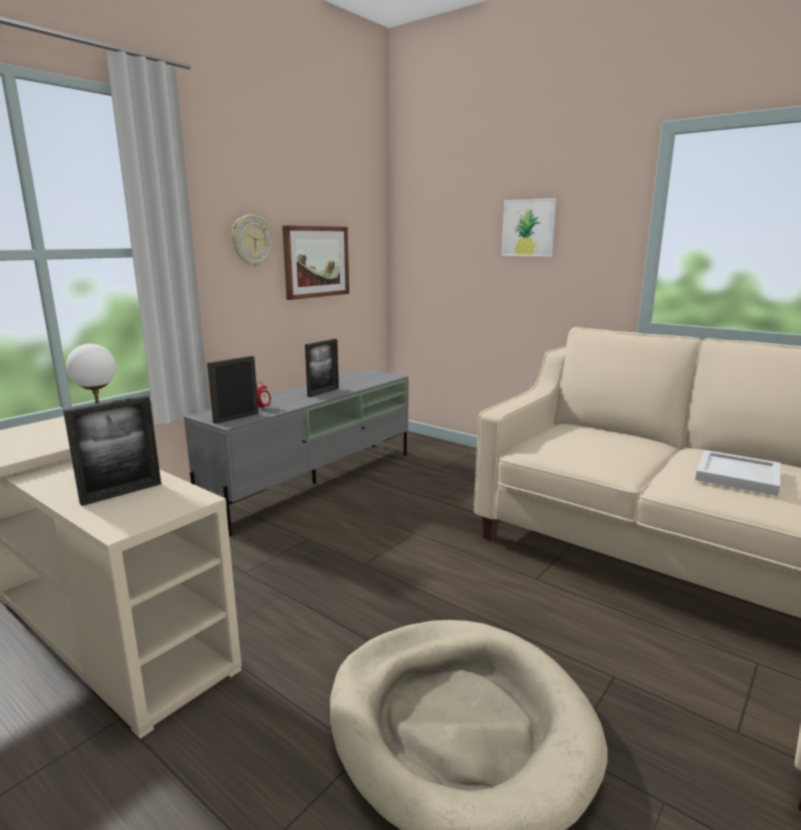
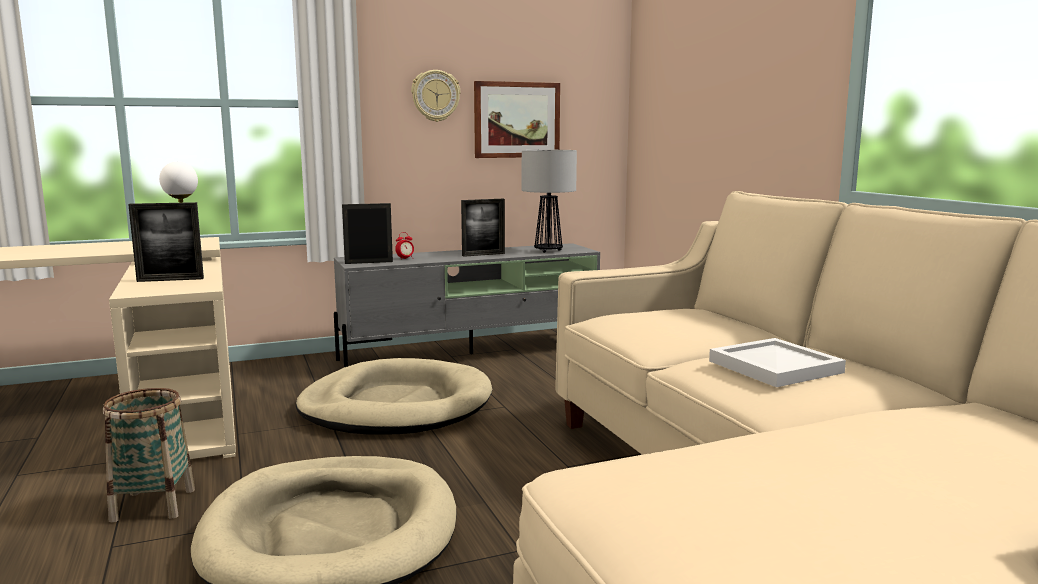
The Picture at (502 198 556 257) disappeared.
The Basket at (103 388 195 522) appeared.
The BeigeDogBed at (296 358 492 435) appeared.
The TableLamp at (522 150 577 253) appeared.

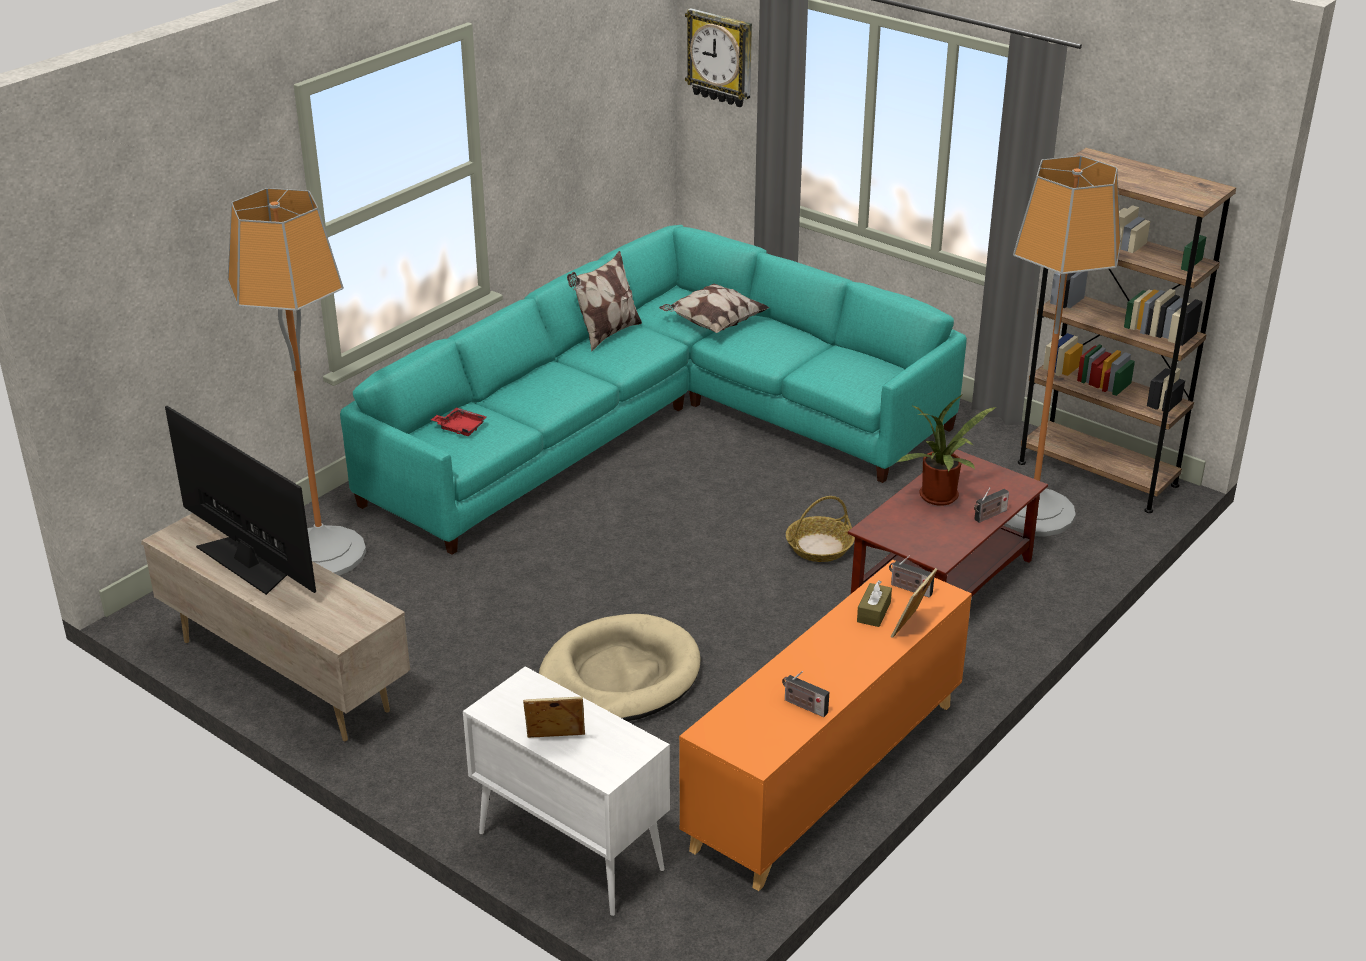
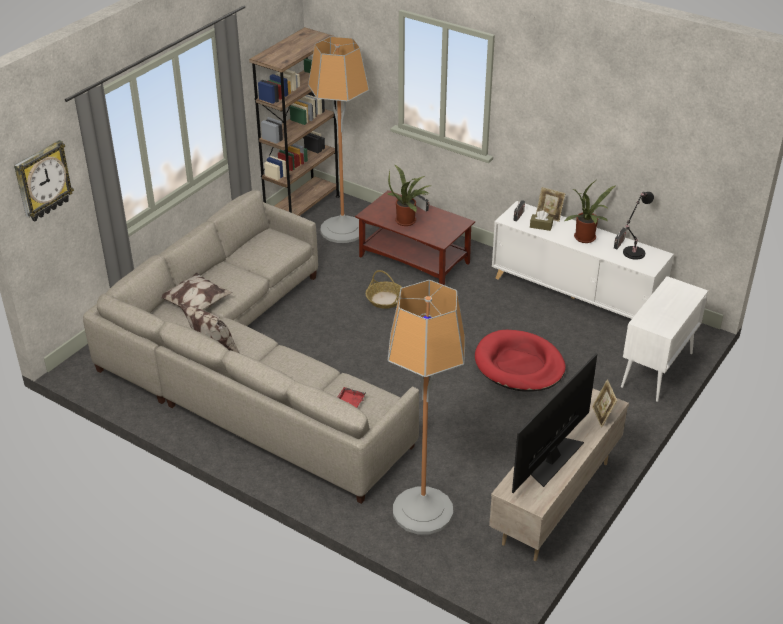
The PottedPlant at (565 181 616 243) appeared.
The BlackTableLamp at (623 192 654 260) appeared.
The PictureFrame moved from (523 697 585 738) to (592 380 617 428).
The TurquoiseSofa at (340 225 967 555) became the GreySofa at (83 190 419 504).
The BeigeDogBed at (539 614 701 721) became the RedDogBed at (475 330 566 392).
The OrangeCabinet at (679 560 972 891) became the WhiteCabinet at (492 201 674 319).

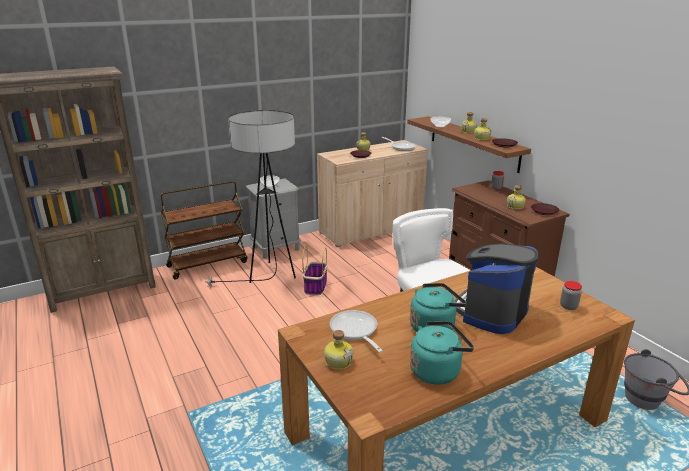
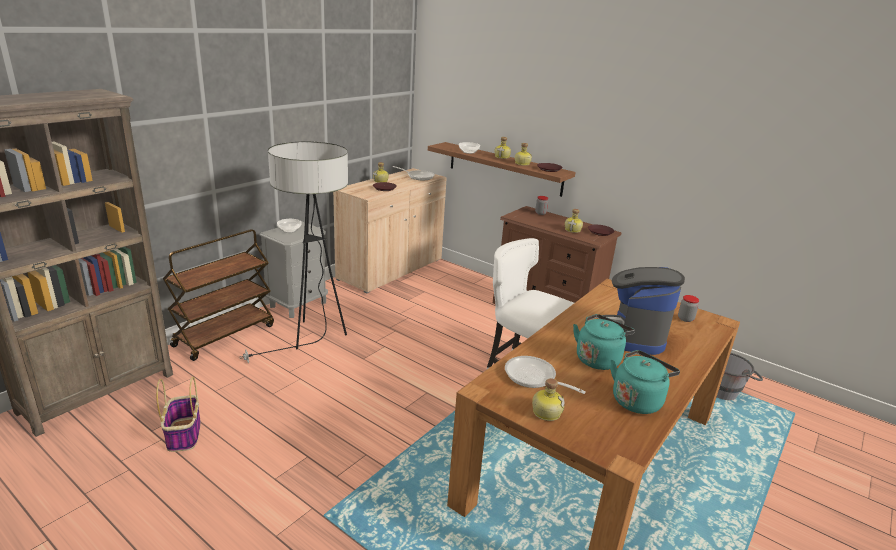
The Basket moved from (302 246 327 295) to (156 377 201 452).

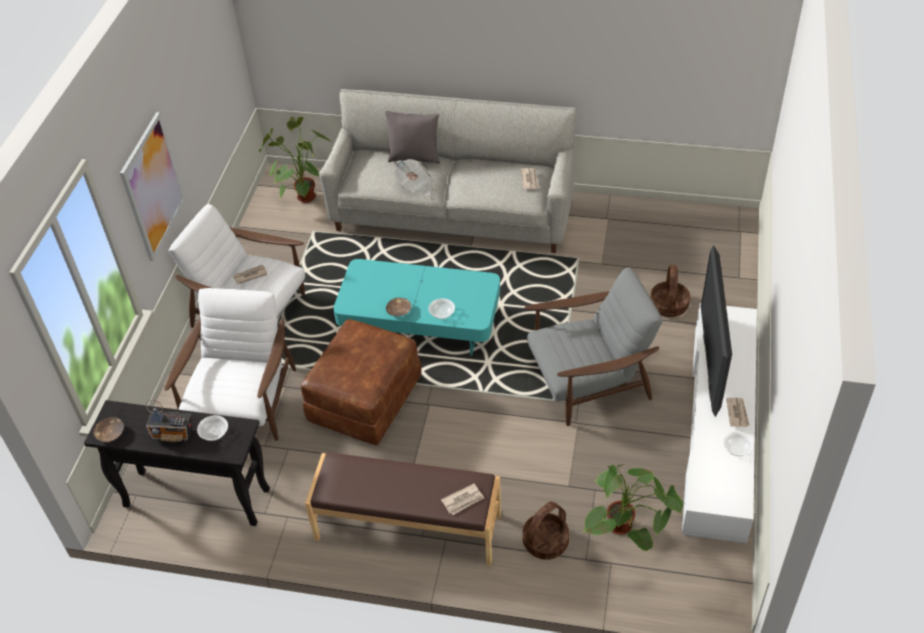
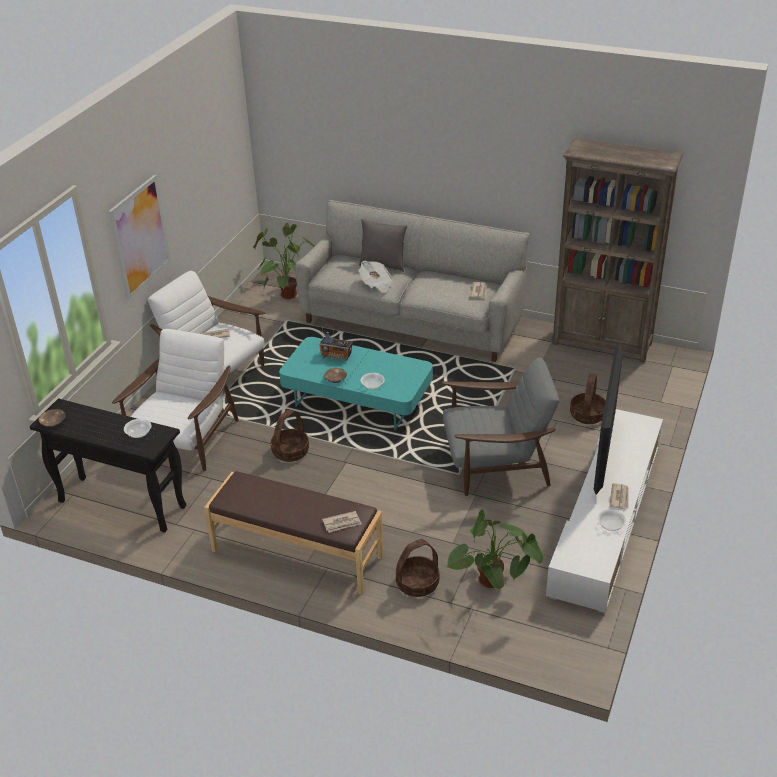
The BrownBookcase at (552 138 683 363) appeared.
The Radio moved from (146 400 192 442) to (319 324 353 361).
The BrownOttoman at (301 319 421 445) was replaced by the Basket at (271 410 309 462).

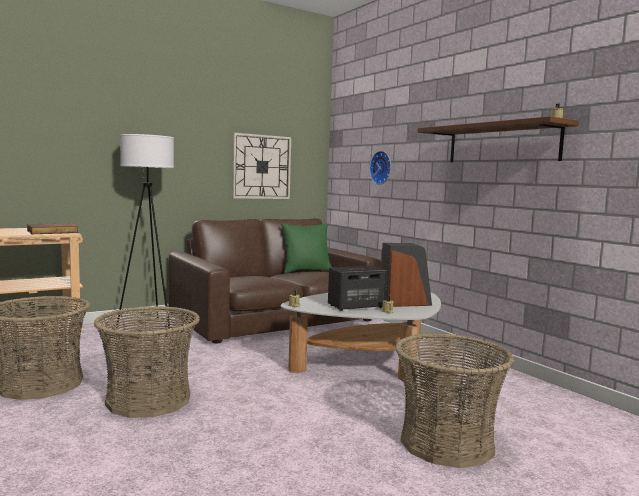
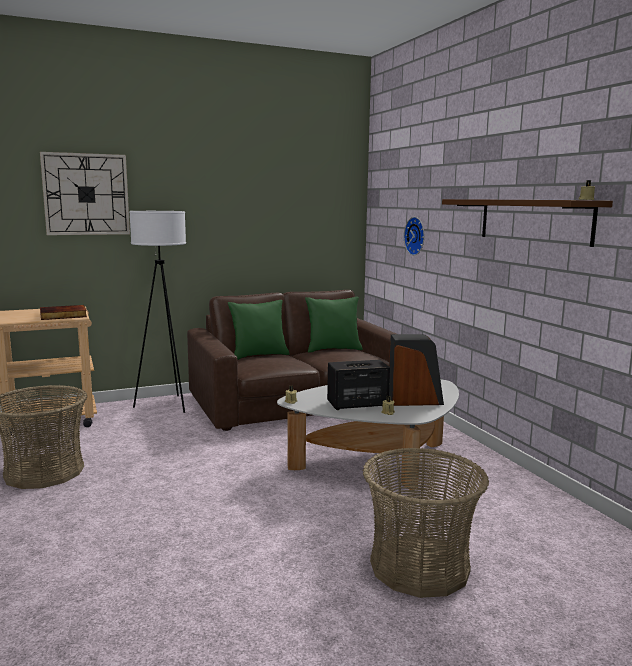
The Basket at (94 306 200 418) disappeared.
The GreenPillow at (228 300 289 360) appeared.
The WallClock moved from (232 133 291 199) to (40 152 130 235).

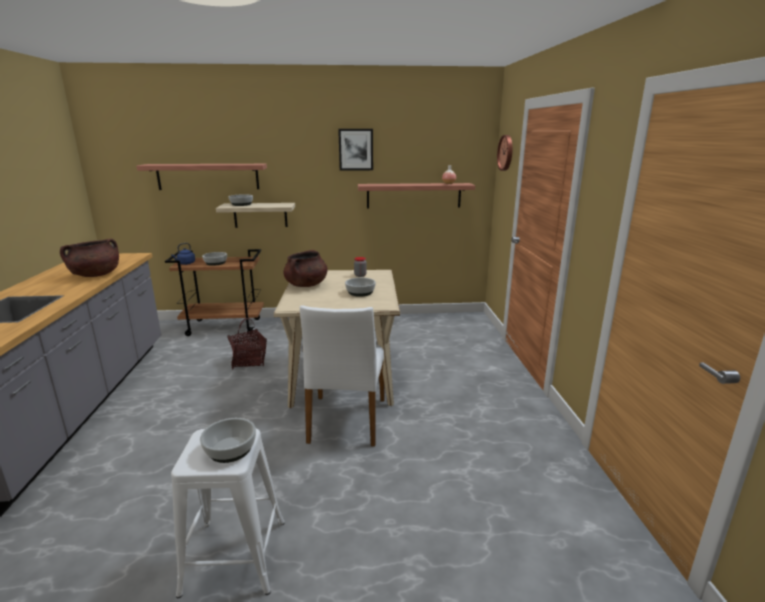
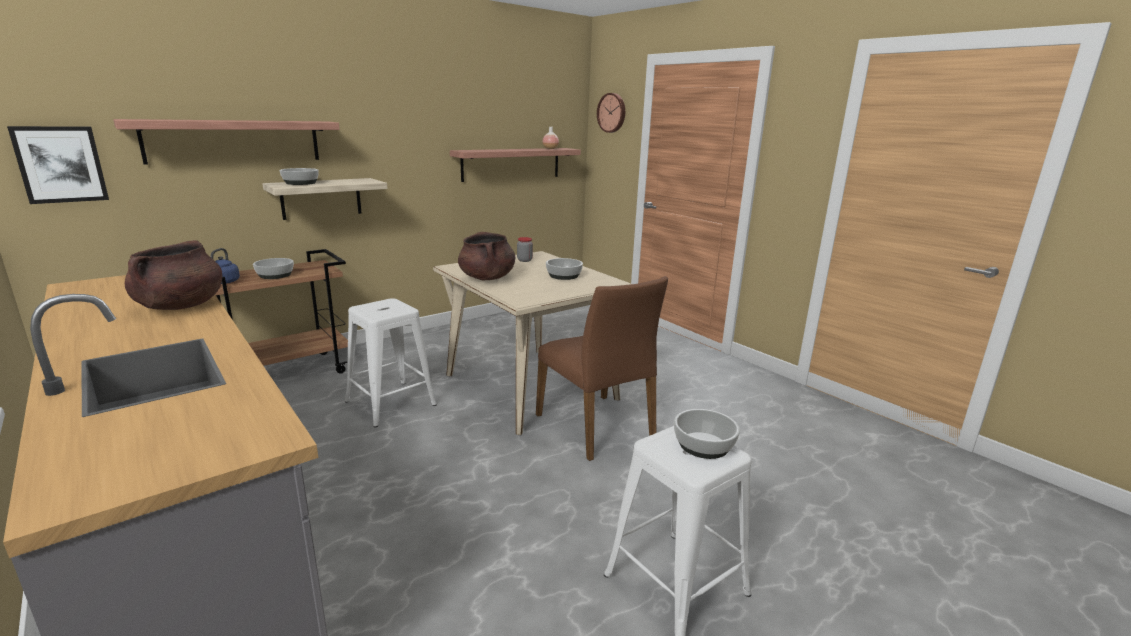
The Picture moved from (338 129 373 171) to (7 126 109 204).
The Basket at (227 318 267 369) was replaced by the WhiteStool at (345 298 437 428).
The WhiteChair at (300 306 385 447) became the BrownChair at (536 276 668 461).

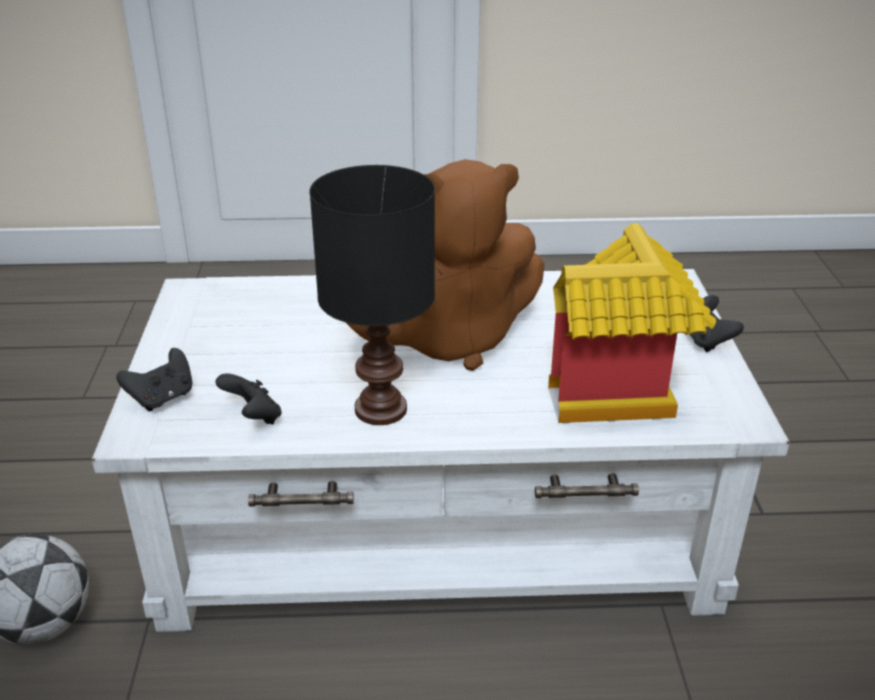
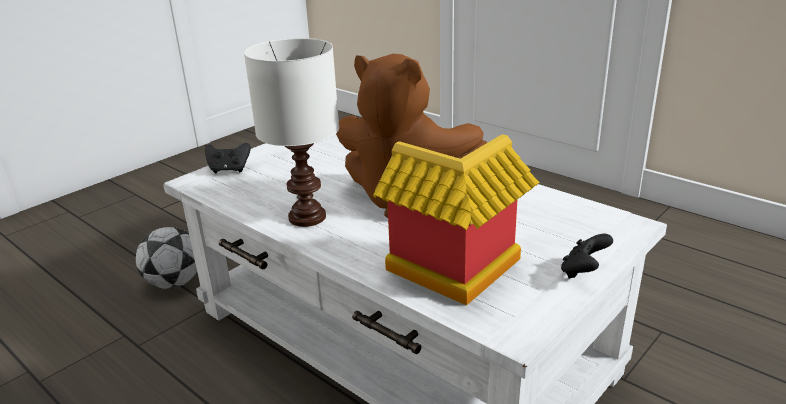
The BlackGameController at (215 373 282 424) disappeared.
The BlackTableLamp at (309 165 435 425) became the WhiteTableLamp at (244 38 339 227).

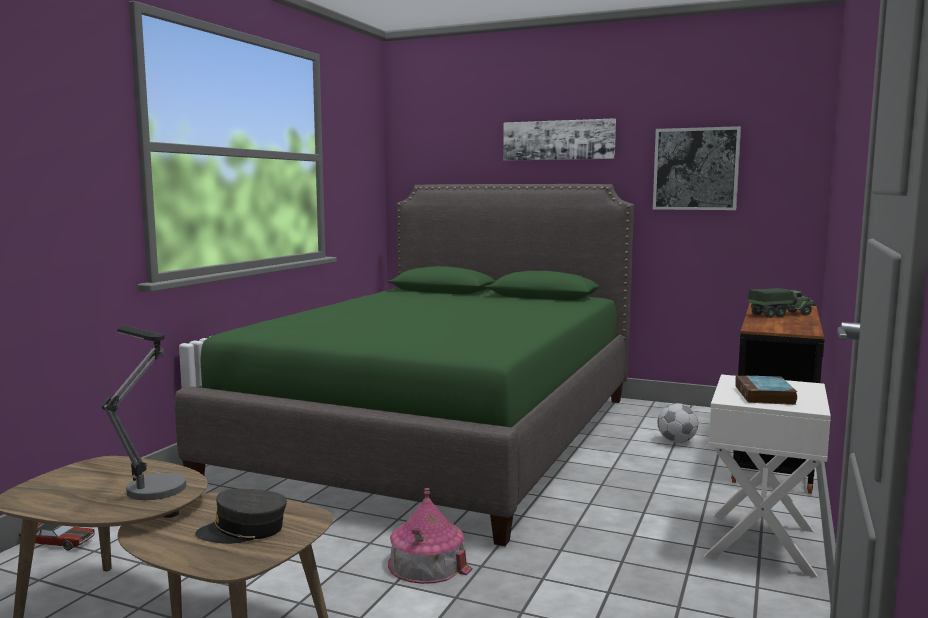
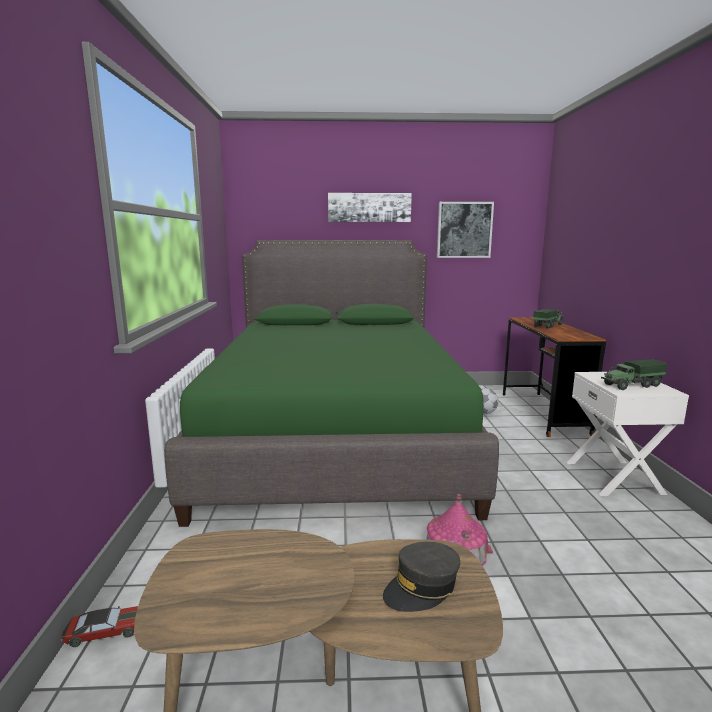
The TableLamp at (102 326 186 500) disappeared.
The Book at (735 375 797 405) was replaced by the ToyTruck at (601 359 667 390).

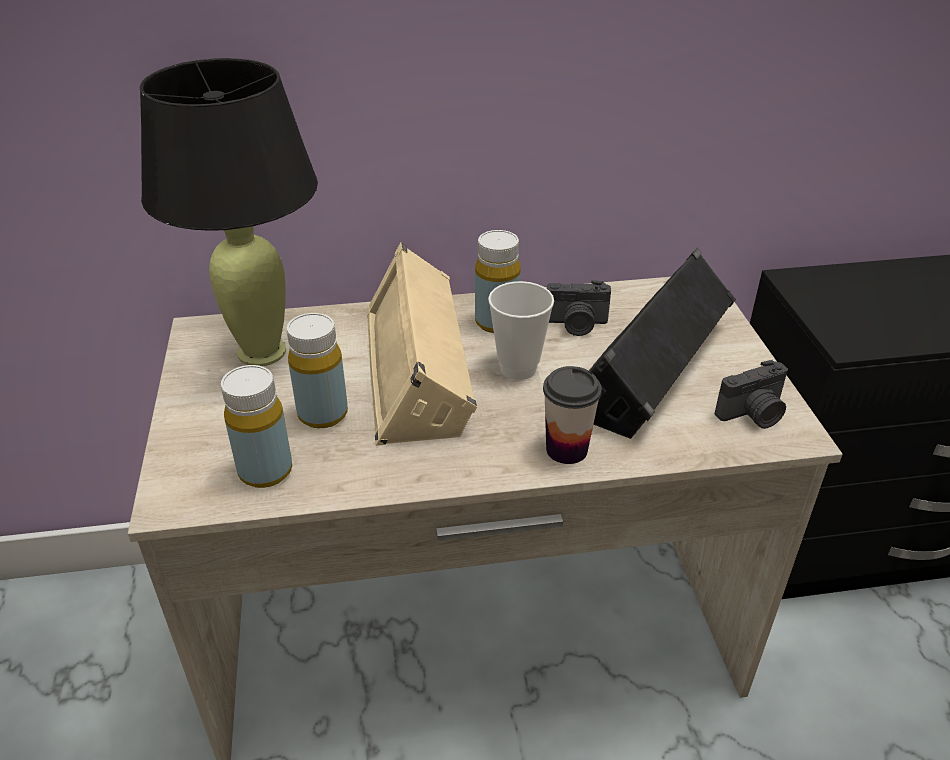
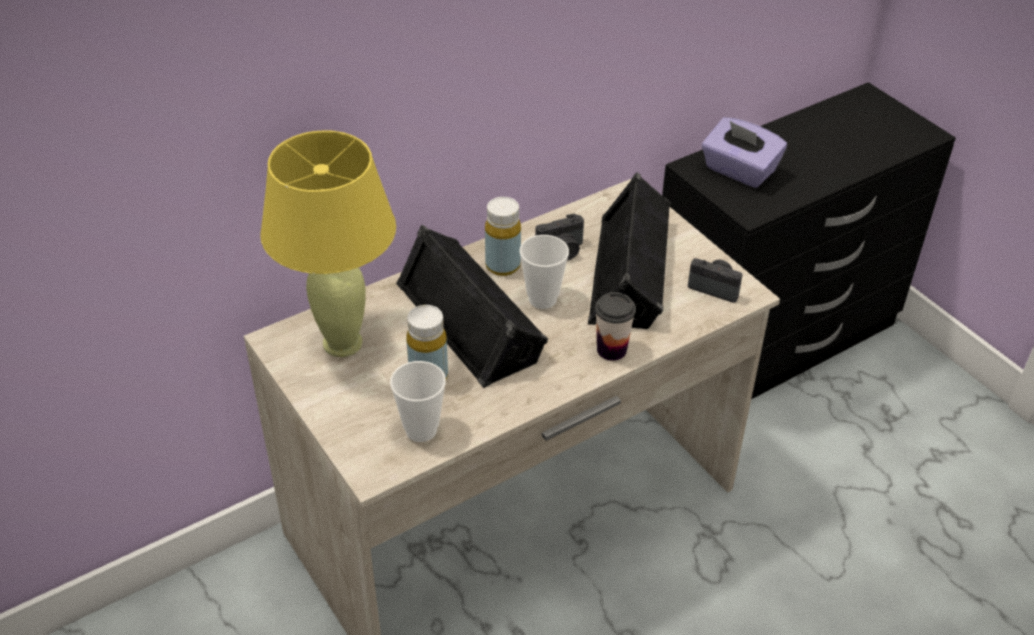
The PurpleTissueBox at (702 117 787 188) appeared.
The YellowBottle at (221 365 292 488) was replaced by the Cup at (390 361 446 442).
The BlackTableLamp at (140 58 318 366) became the YellowTableLamp at (260 130 396 357).
The BeigeSpeaker at (366 242 477 446) became the BlackSpeaker at (396 225 548 388).
The PhotoCamera at (715 360 788 429) turned 105 degrees counterclockwise.

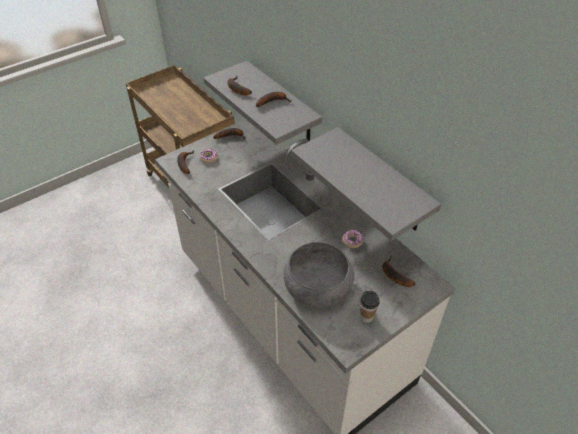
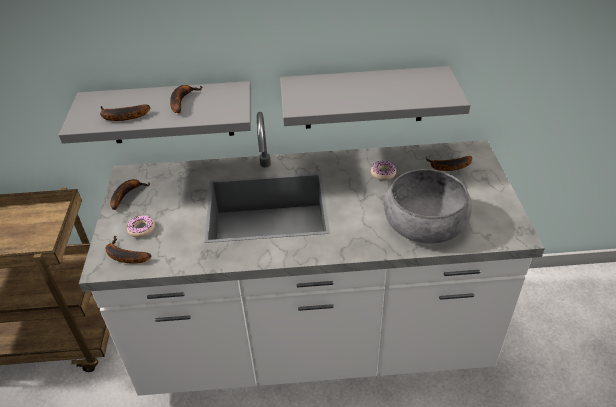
The Cup at (360 290 380 323) disappeared.

